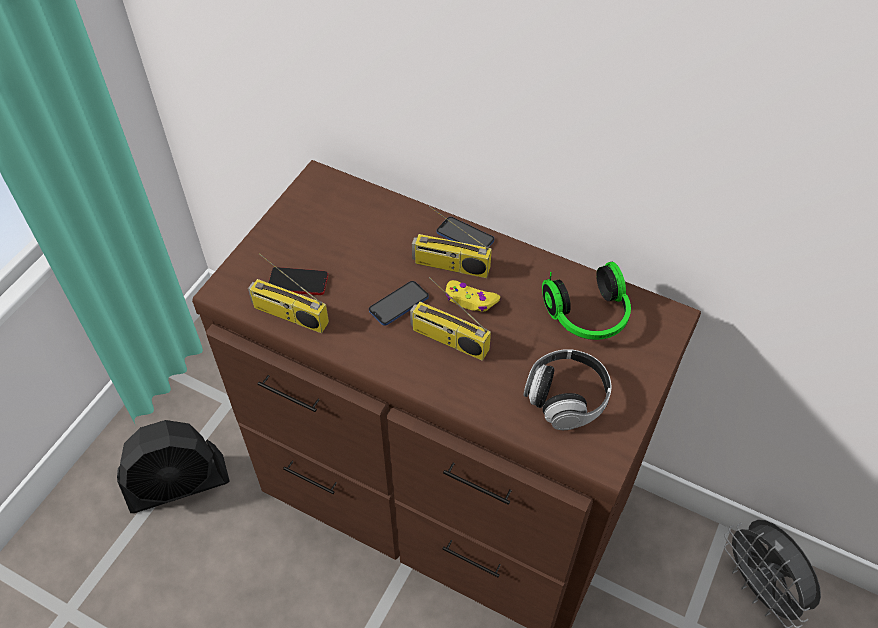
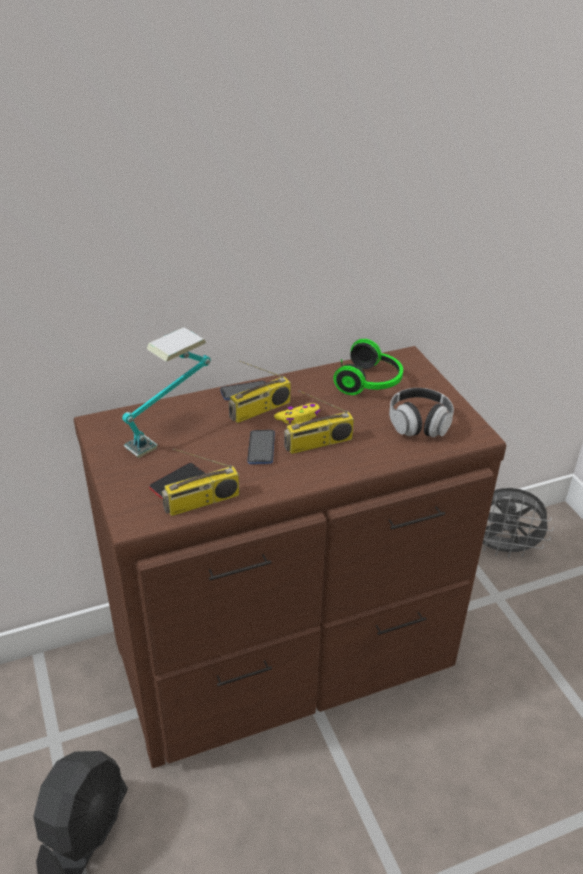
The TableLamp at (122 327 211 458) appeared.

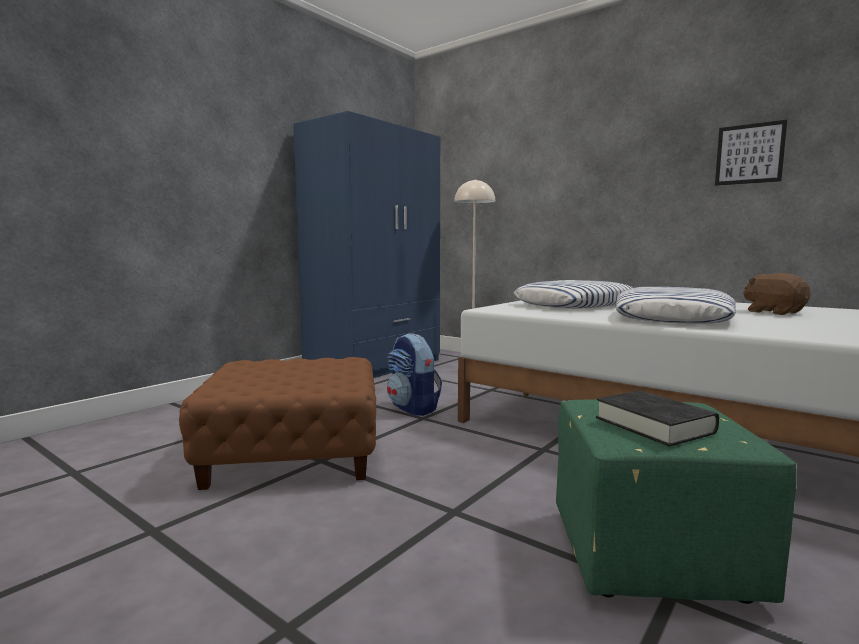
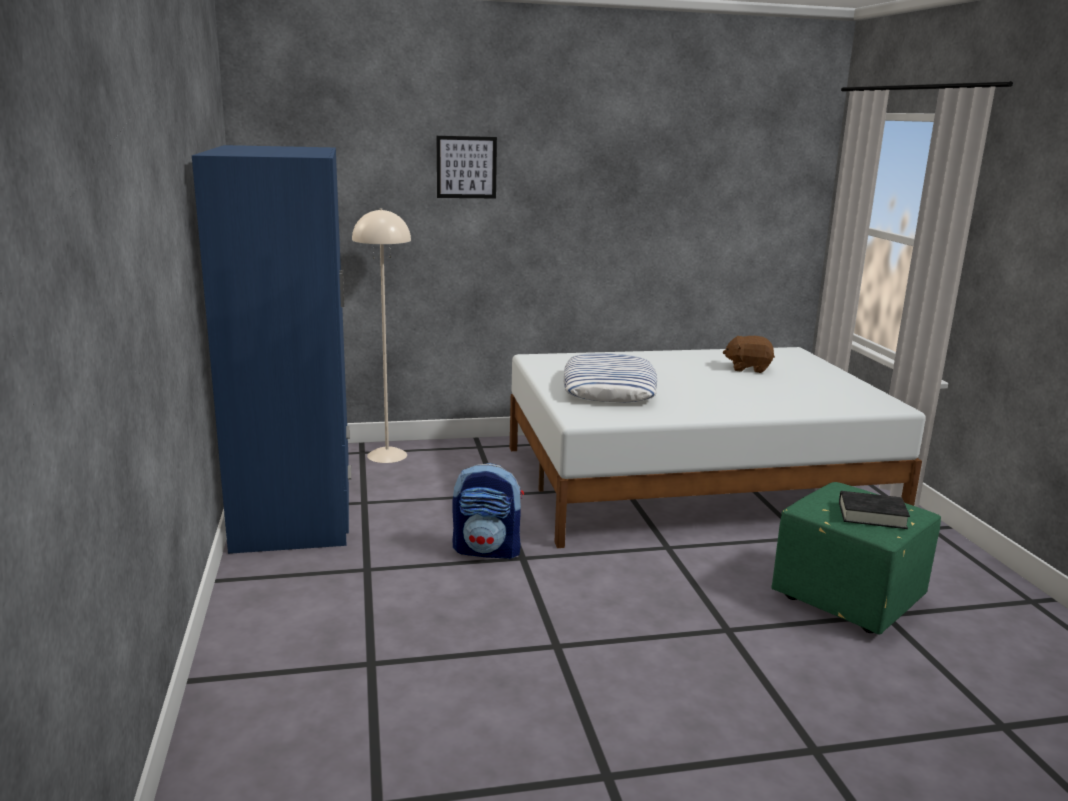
The BrownOttoman at (179 357 376 490) disappeared.
The Pillow at (616 287 736 324) disappeared.
The Picture moved from (715 120 787 186) to (436 136 497 198).

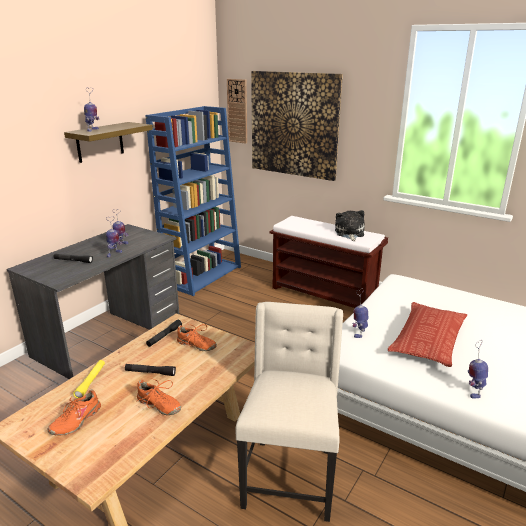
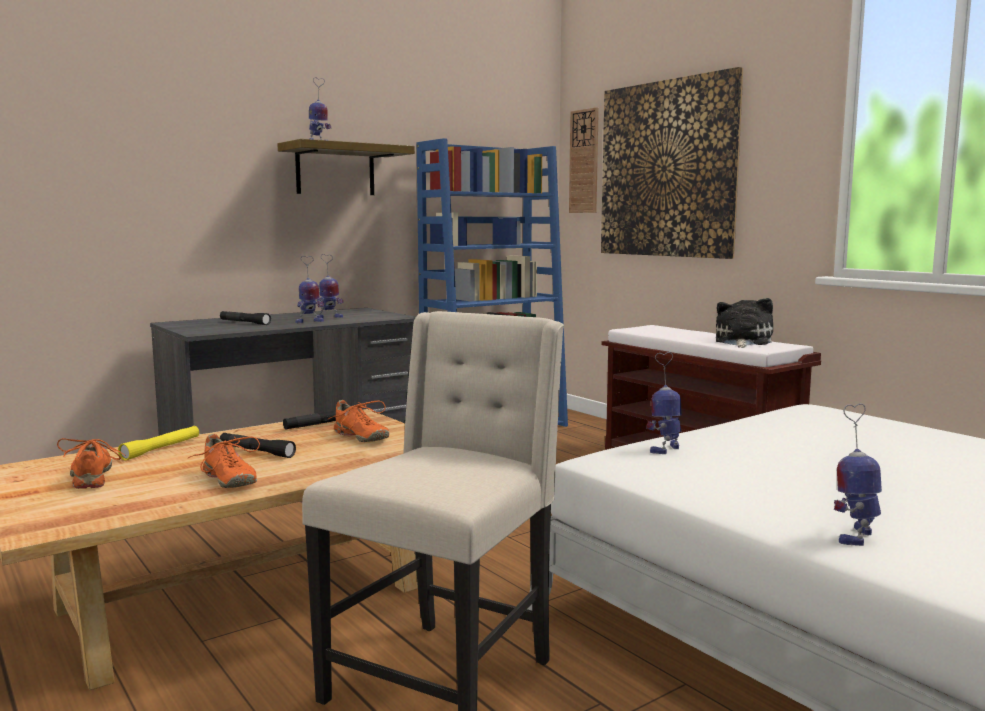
The Pillow at (388 302 467 367) disappeared.
The OrangeShoe at (47 389 101 435) turned 105 degrees clockwise.

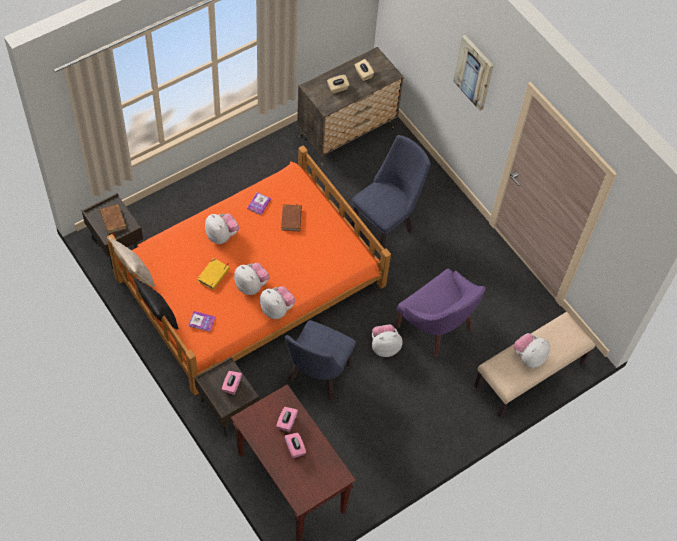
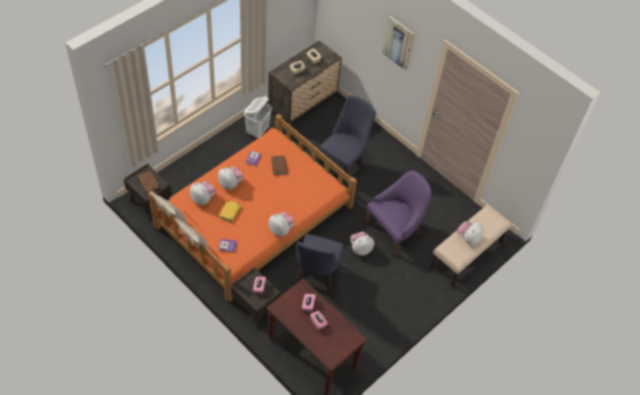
The WhiteLaundryBasket at (244 97 272 138) appeared.
The PlushToy moved from (234 263 270 295) to (190 181 216 205).
The BlackPillow at (133 278 178 329) became the BeigePillow at (175 218 210 250).
The PurpleArmchair at (396 269 486 357) turned 75 degrees counterclockwise.

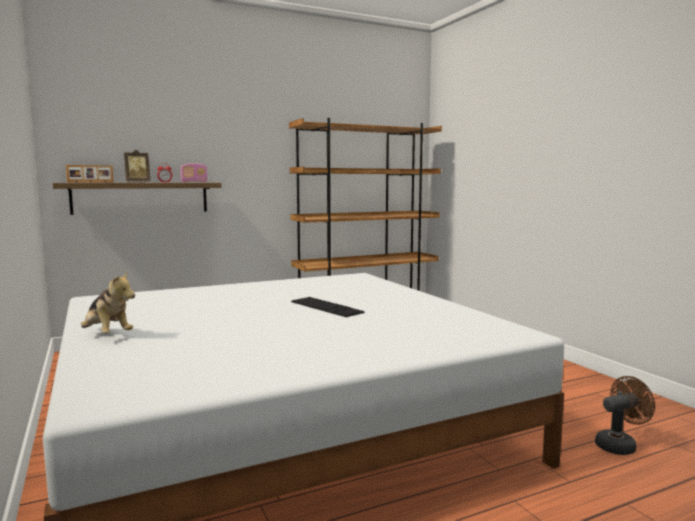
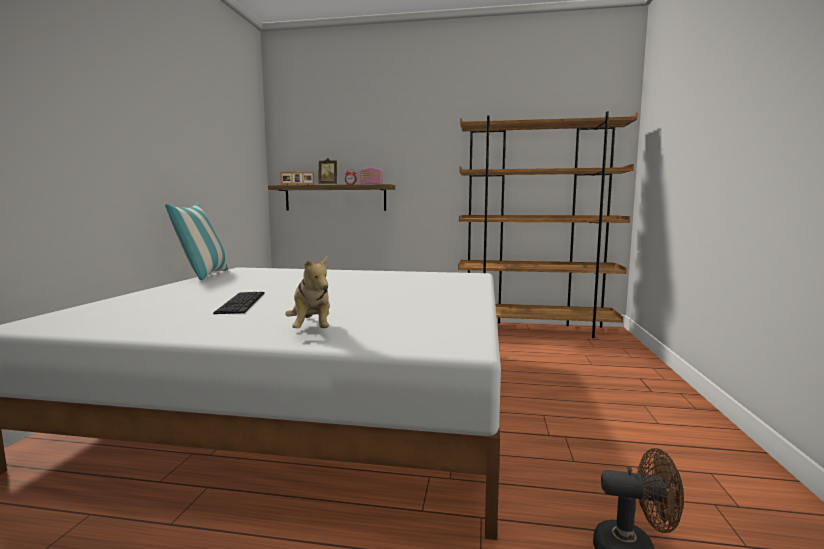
The Pillow at (165 204 228 280) appeared.
The PlushToy moved from (80 272 135 334) to (285 256 330 328).
The Keyboard moved from (291 297 365 317) to (213 292 264 314).

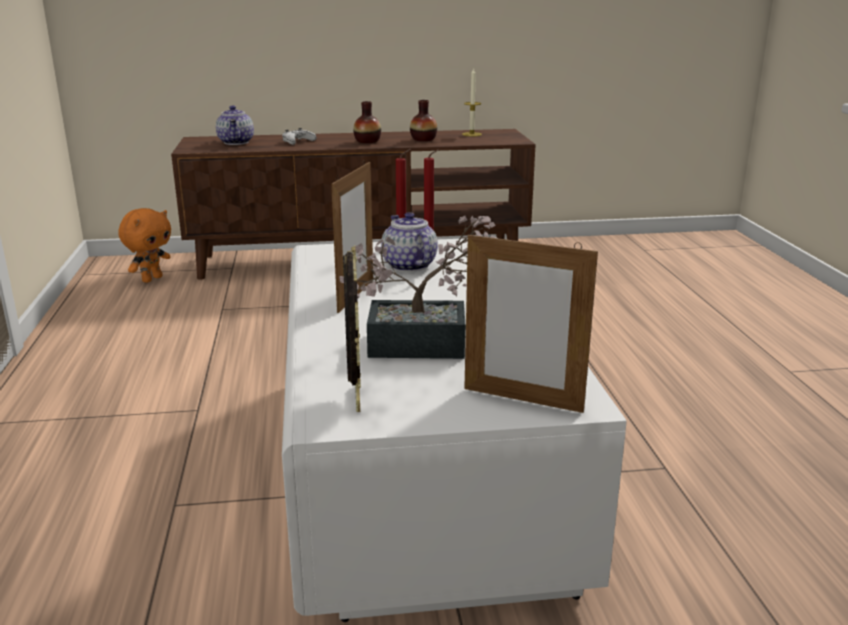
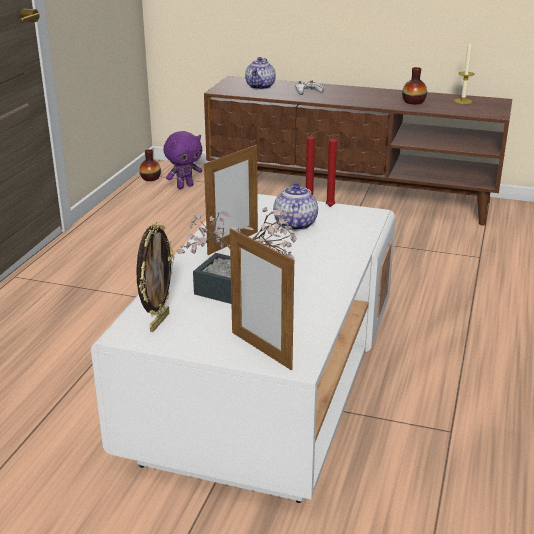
The Vase moved from (353 101 381 143) to (139 149 161 181).
The OrangePlushToy at (118 208 171 283) became the PurplePlushToy at (164 131 202 189).

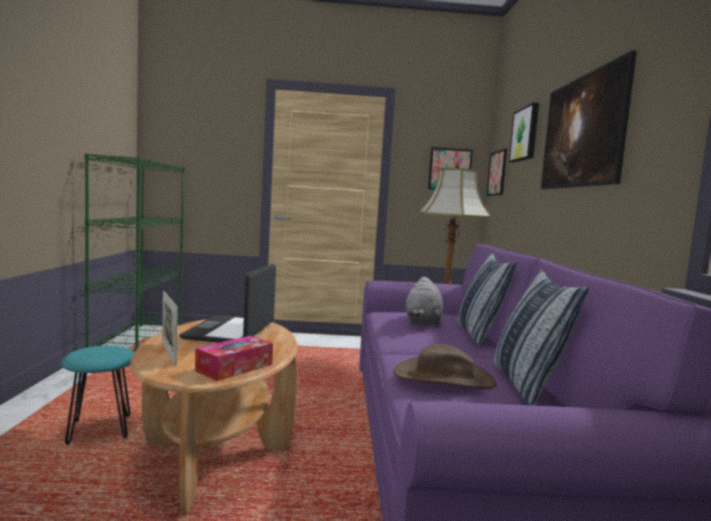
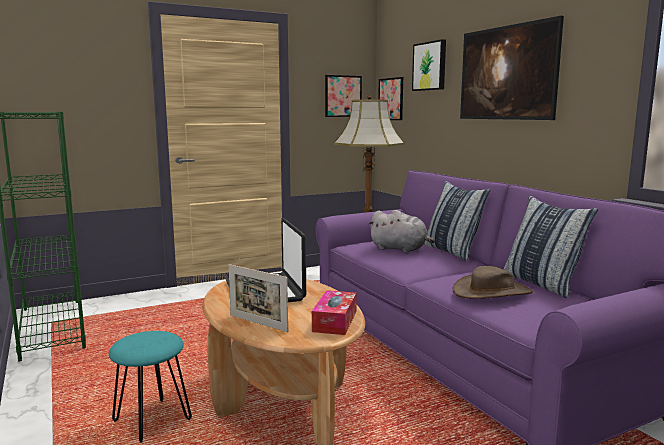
The GreyPlushToy at (406 277 443 327) turned 45 degrees counterclockwise.

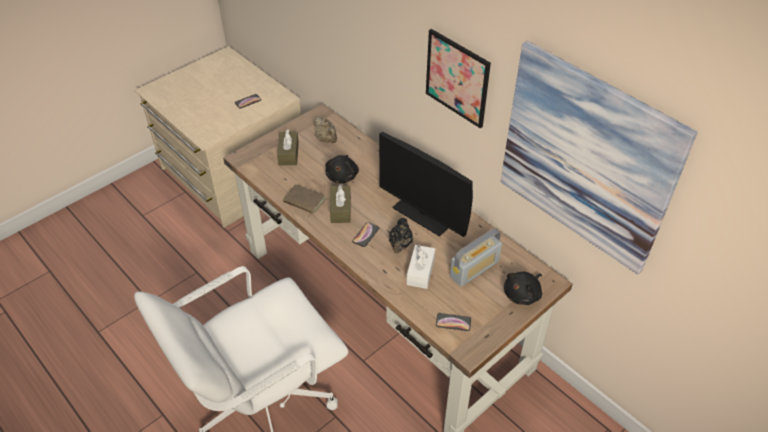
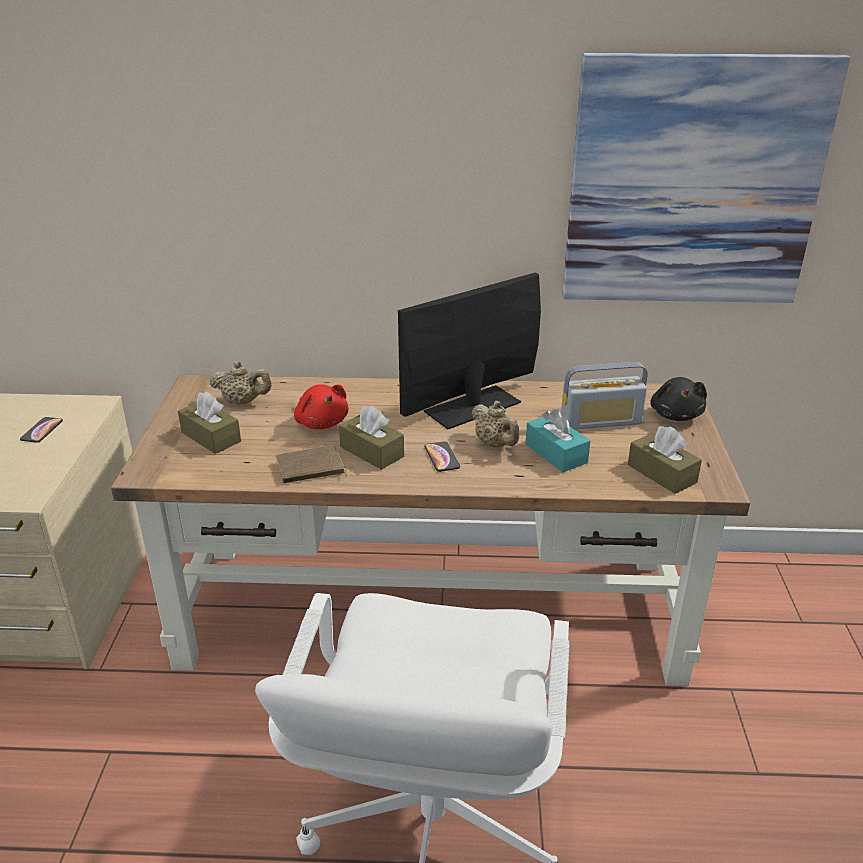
The Picture at (426 29 491 128) disappeared.
The Phone at (436 313 471 331) was replaced by the BrownTissueBox at (628 426 702 494).
The BlackPlushToy at (326 155 359 183) became the RedPlushToy at (294 384 349 429).
The BlackTeapot at (389 218 413 253) became the BeigeTeapot at (471 401 519 447).
The WhiteTissueBox at (406 245 435 289) became the TurquoiseTissueBox at (525 409 590 472).
The Monitor at (379 132 473 237) turned 150 degrees clockwise.
The Radio at (450 229 502 287) turned 75 degrees clockwise.

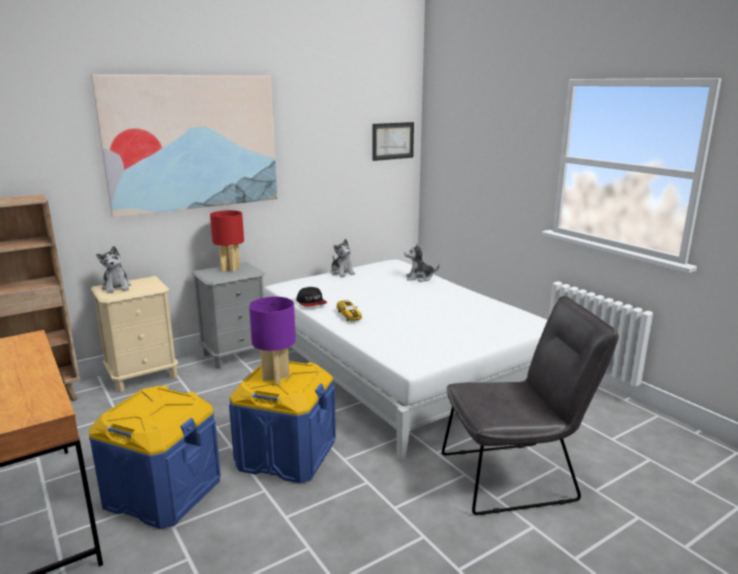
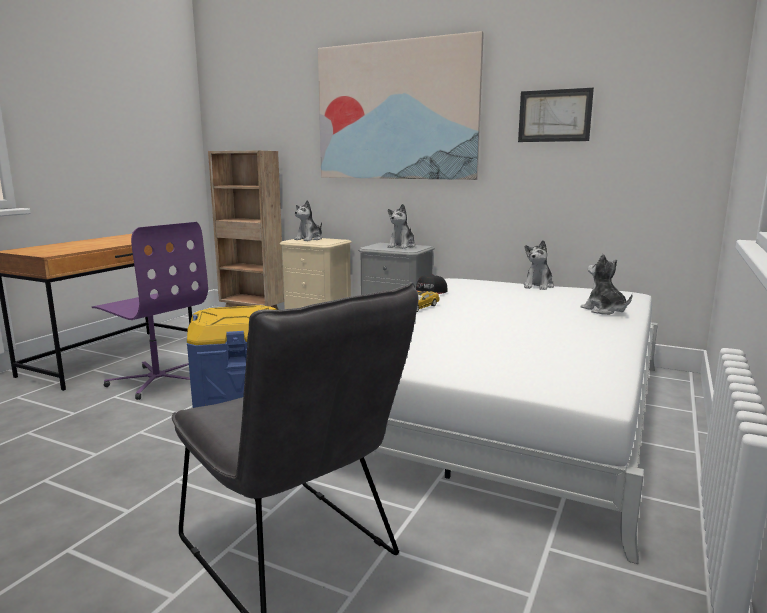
The PurpleTableLamp at (249 297 296 385) disappeared.
The Picture moved from (373 122 414 161) to (518 88 594 142).
The BlueStorageBox at (89 386 221 529) was replaced by the PurpleOfficeChair at (92 222 208 400).
The RedTableLamp at (210 210 244 272) was replaced by the PlushToy at (387 204 416 249).

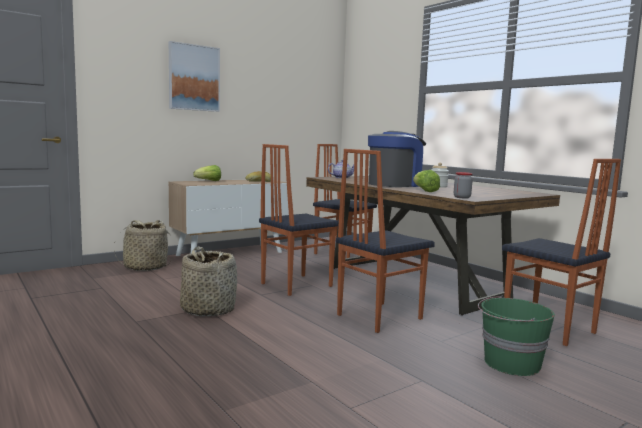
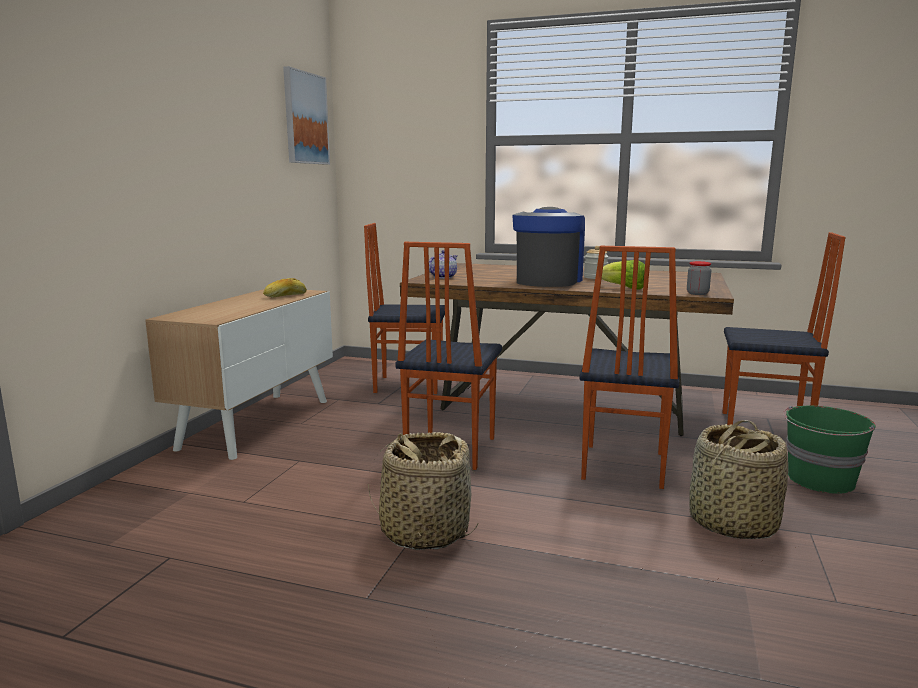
The Lettuce at (194 165 221 181) disappeared.
The Basket moved from (114 220 172 271) to (689 420 788 539).
The Picture moved from (169 41 220 112) to (283 66 330 165).

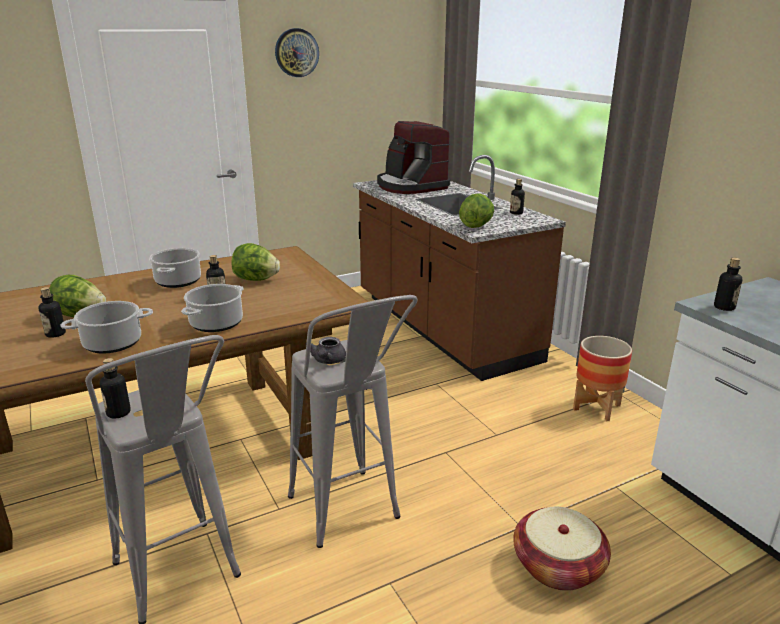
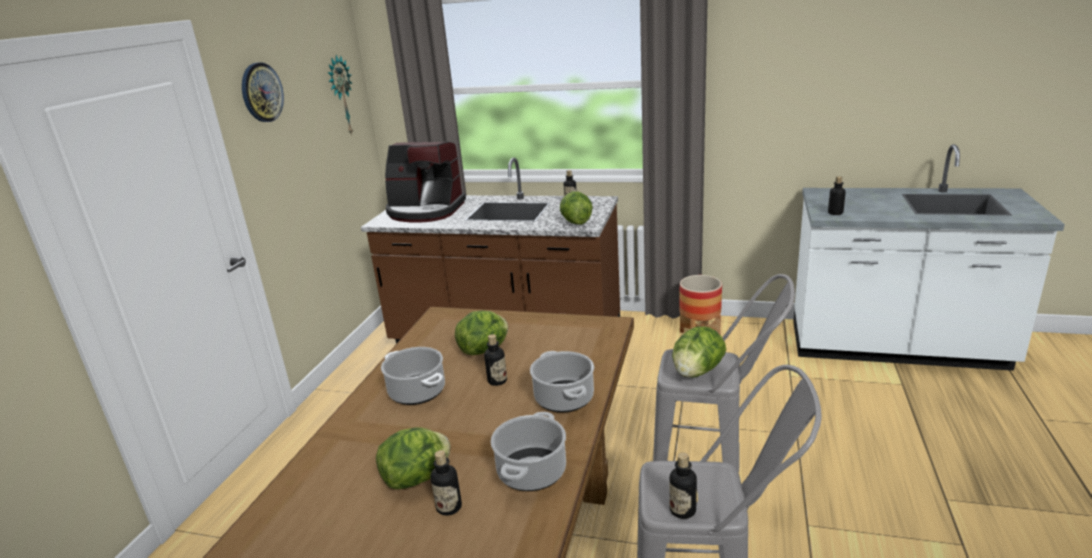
The Basket at (513 507 611 591) disappeared.
The WallClock at (328 55 353 136) appeared.
The GreyTeapot at (305 337 346 364) was replaced by the Lettuce at (672 326 726 378).

